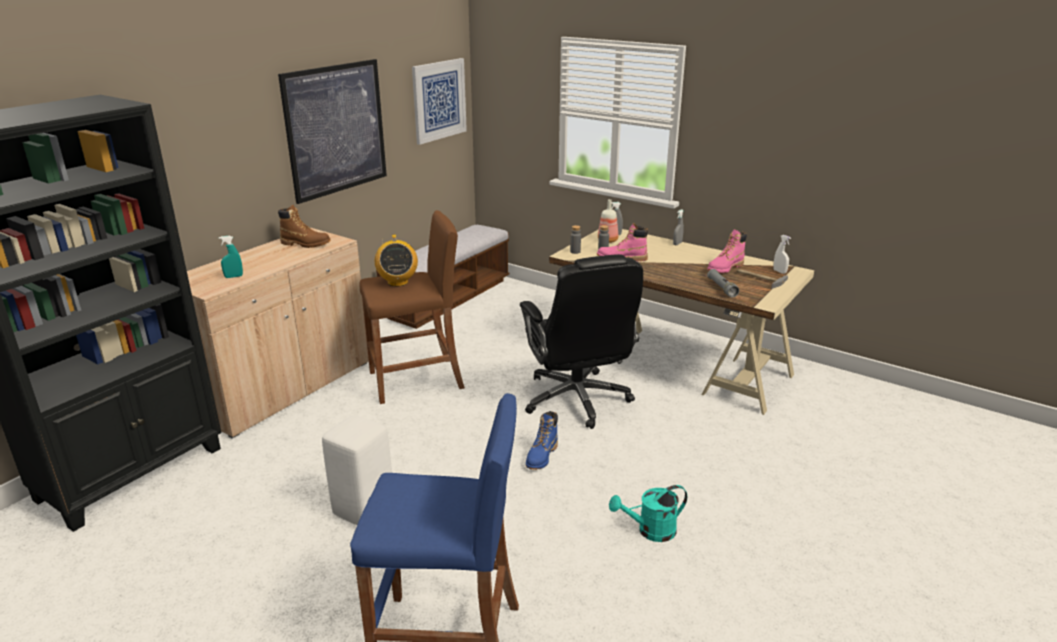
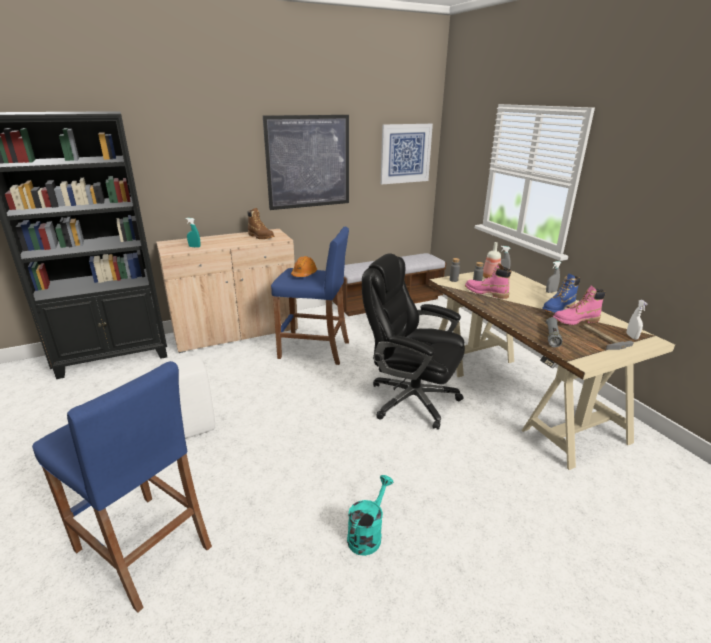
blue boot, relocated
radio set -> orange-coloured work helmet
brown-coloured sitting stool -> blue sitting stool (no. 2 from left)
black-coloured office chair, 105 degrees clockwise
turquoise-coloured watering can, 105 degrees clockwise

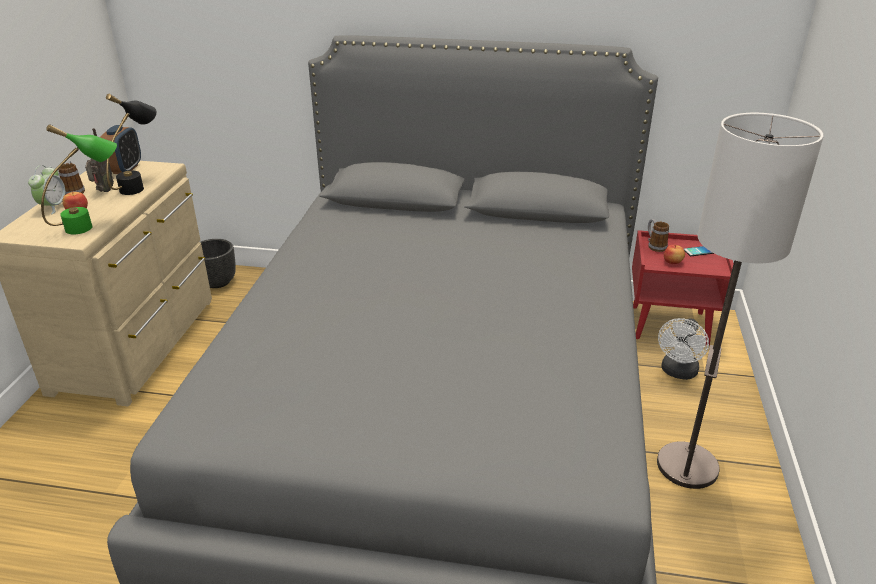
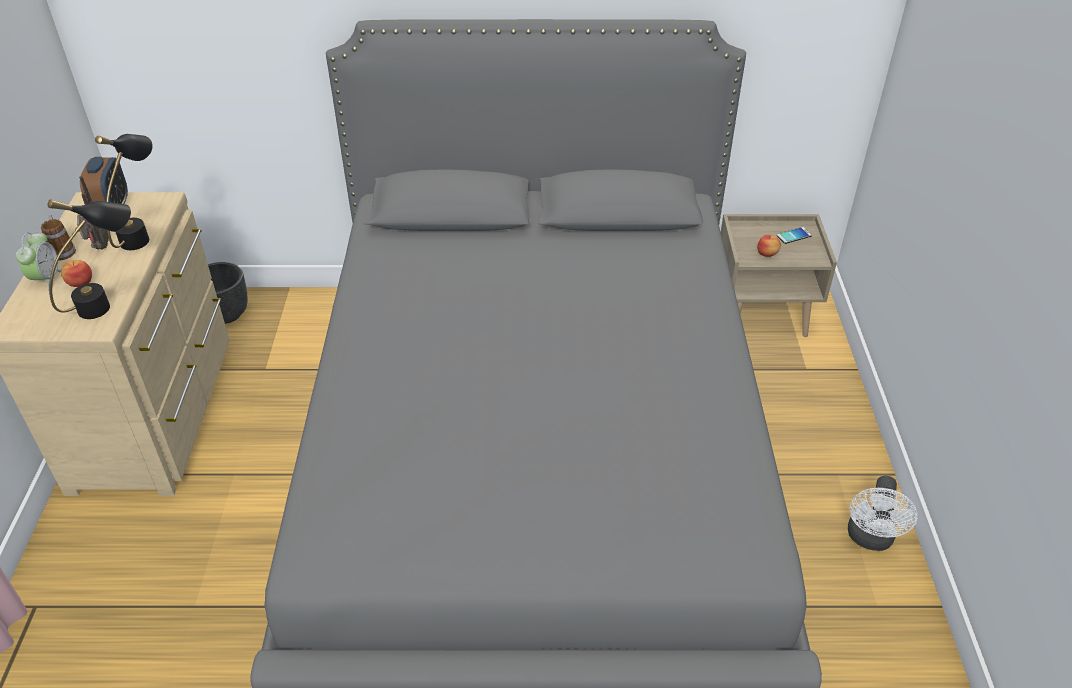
tea mug (no. 2 from left) -> none
standard lamp -> none
whitish cooling fan, relocated
greenish tabletop lamp -> black-coloured tabletop lamp (no. 1 from left)
red-coloured night table -> beige-coloured night table

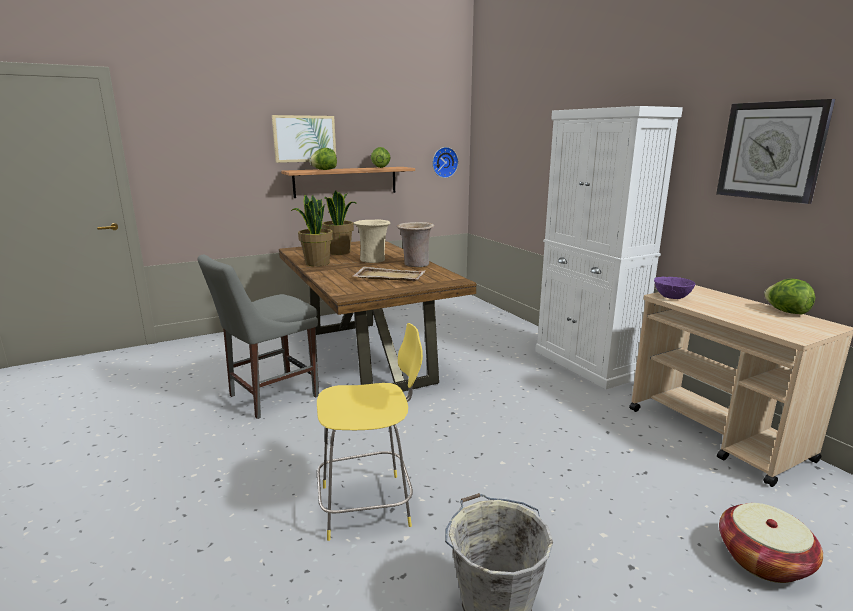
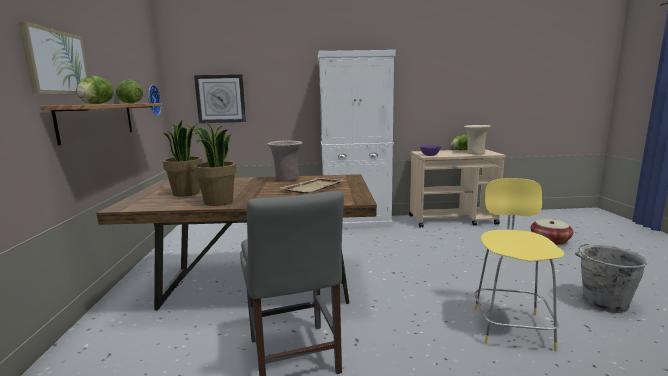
beige-coloured flower vase (no. 1 from left in the first image) -> beige-coloured flower vase (no. 2 from left), relocated
hanging clock (no. 2 from left), relocated

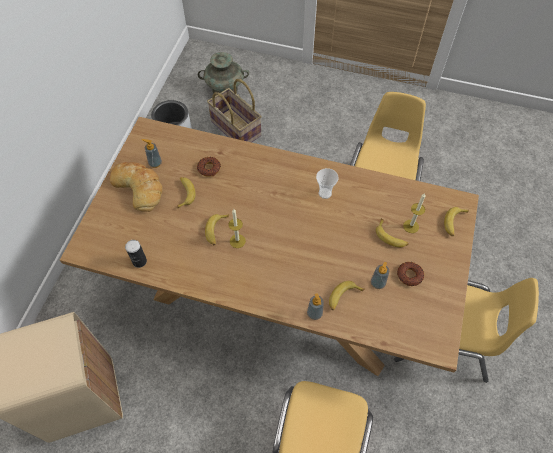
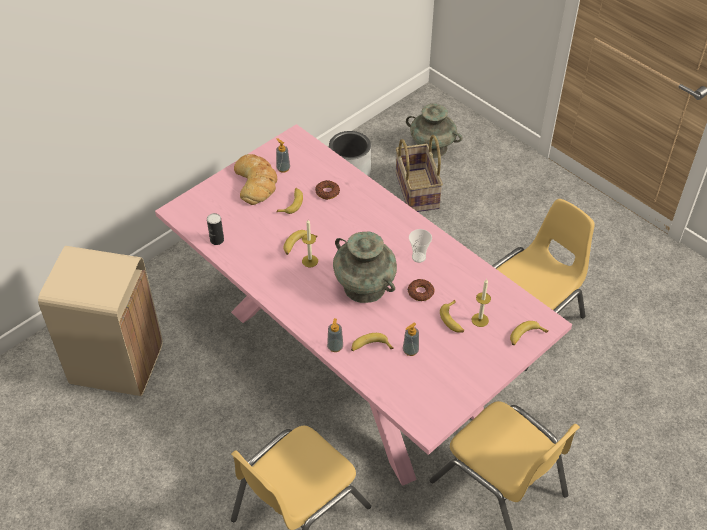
none -> turquoise-coloured flower vase (no. 1 from left)
donut (no. 2 from left), relocated
brown-coloured dinner table -> pink-coloured dinner table

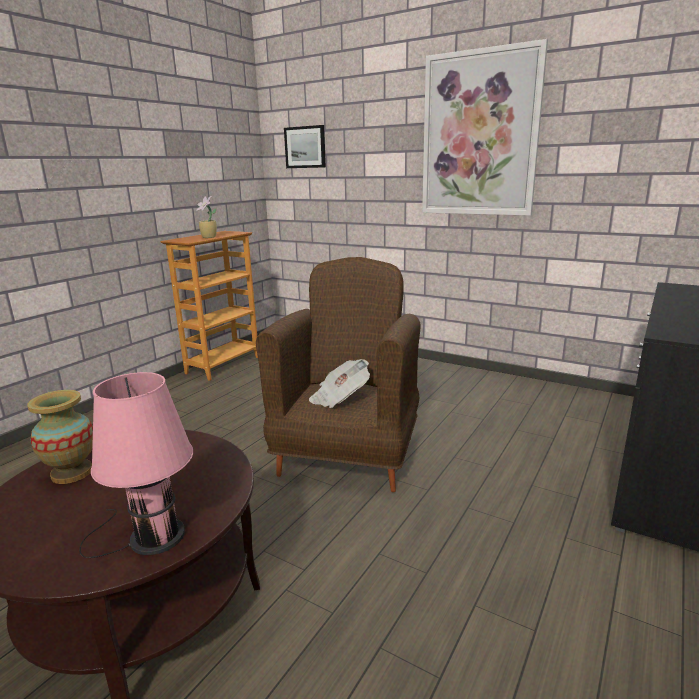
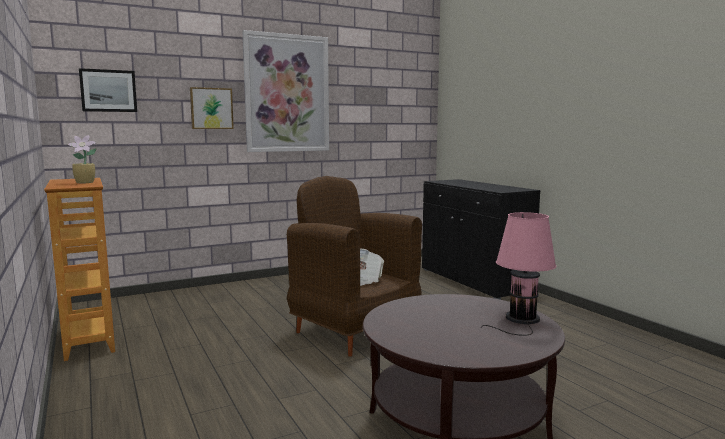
flower vase -> none
none -> picture (no. 2 from left)

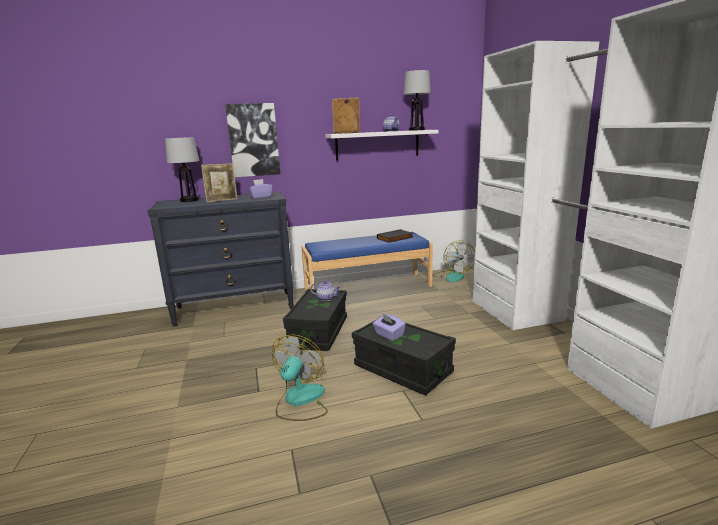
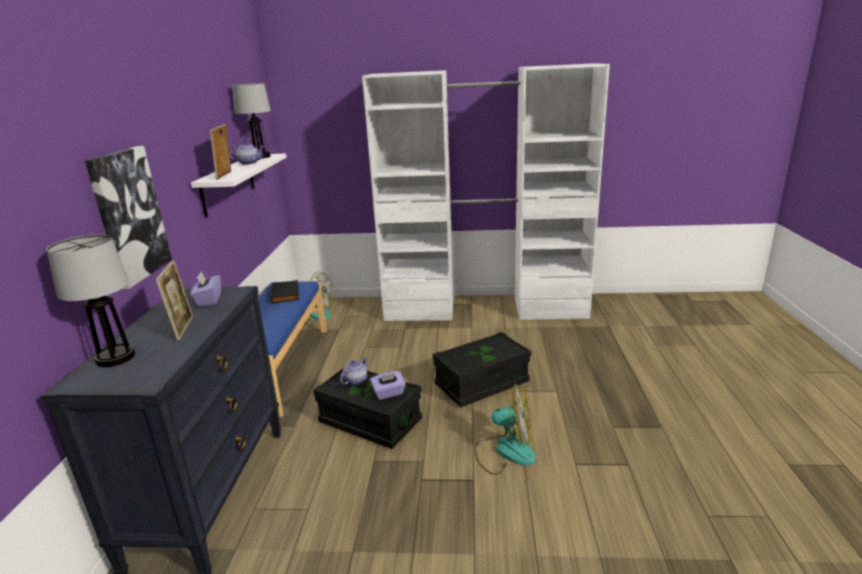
purple-coloured tissue holder (no. 2 from left), relocated
cooling fan (no. 1 from left in the first image) -> cooling fan (no. 2 from left), 150 degrees clockwise

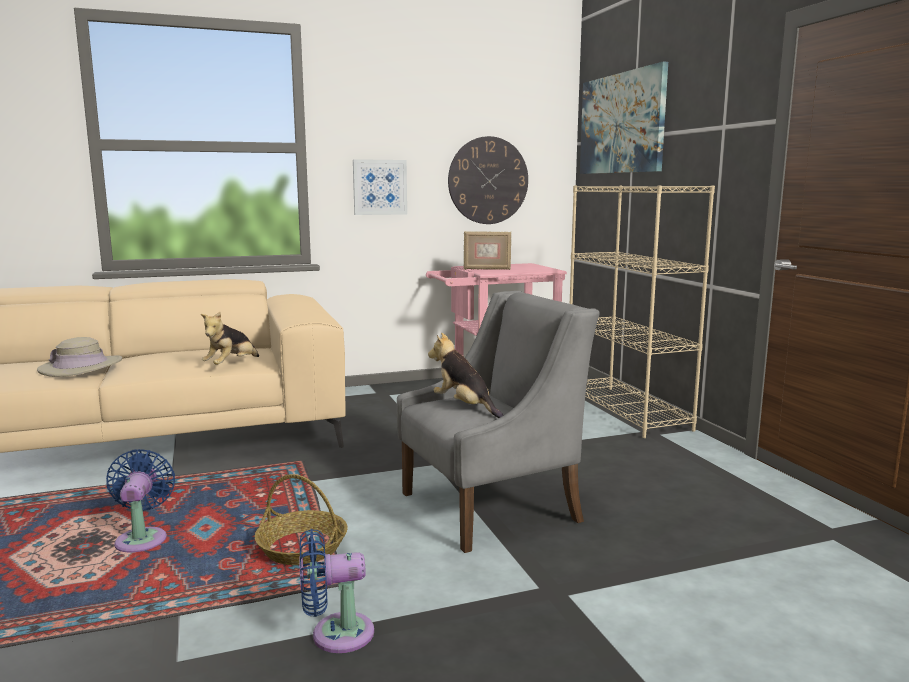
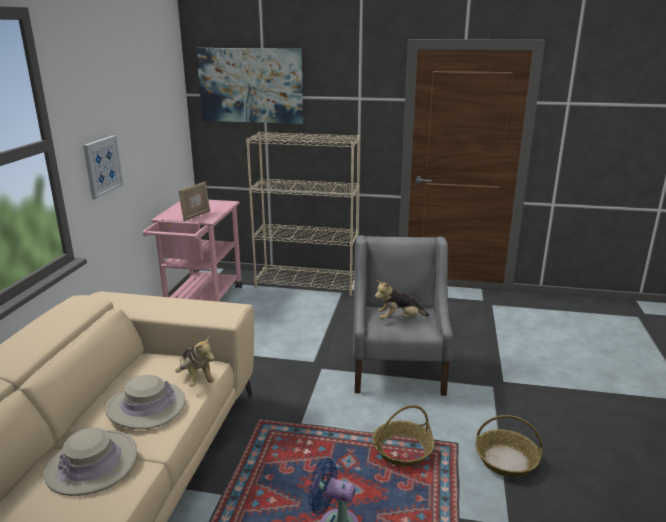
hanging clock -> none
none -> beige-coloured hat (no. 2 from left)
blue cooling fan (no. 2 from left) -> storage basket (no. 2 from left)

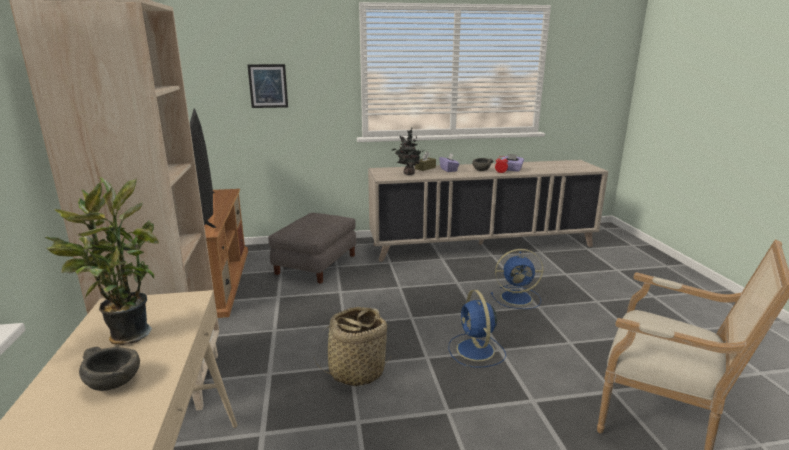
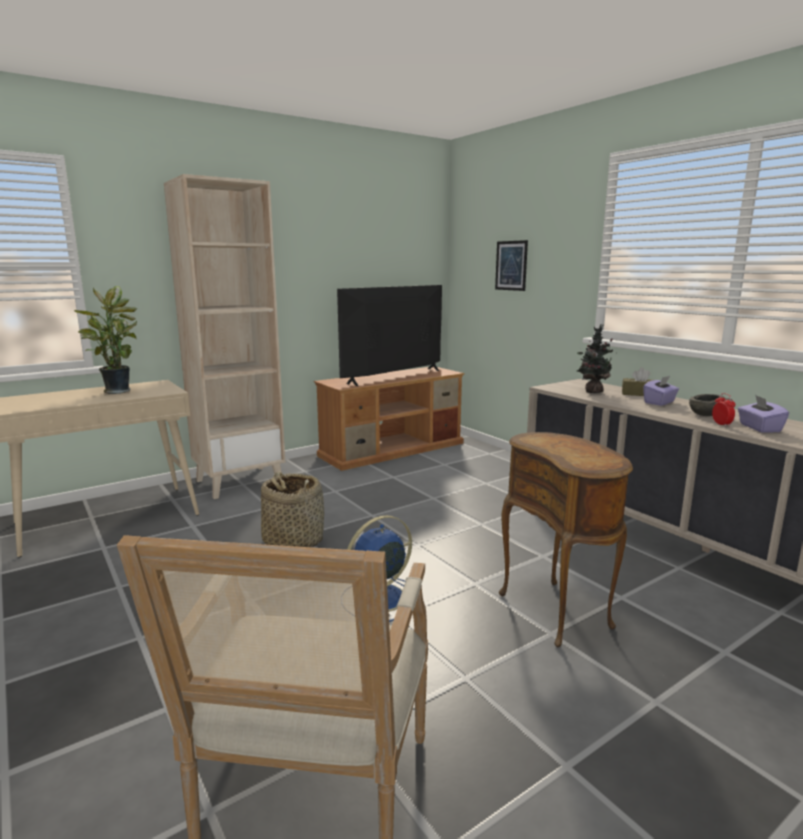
grey deep dish (no. 1 from left) -> none
grey pouffe -> none
blue cooling fan (no. 2 from left) -> brown-coloured accent table

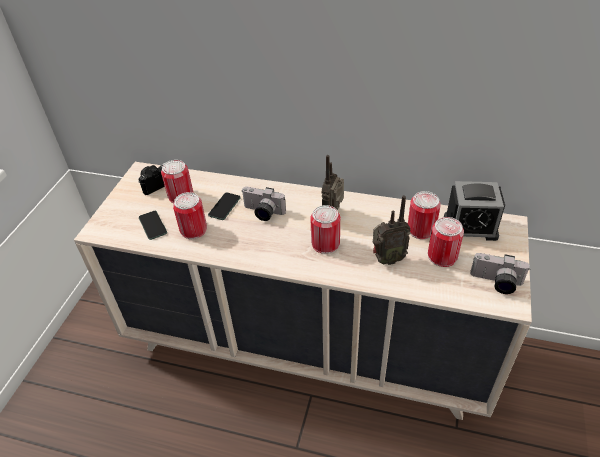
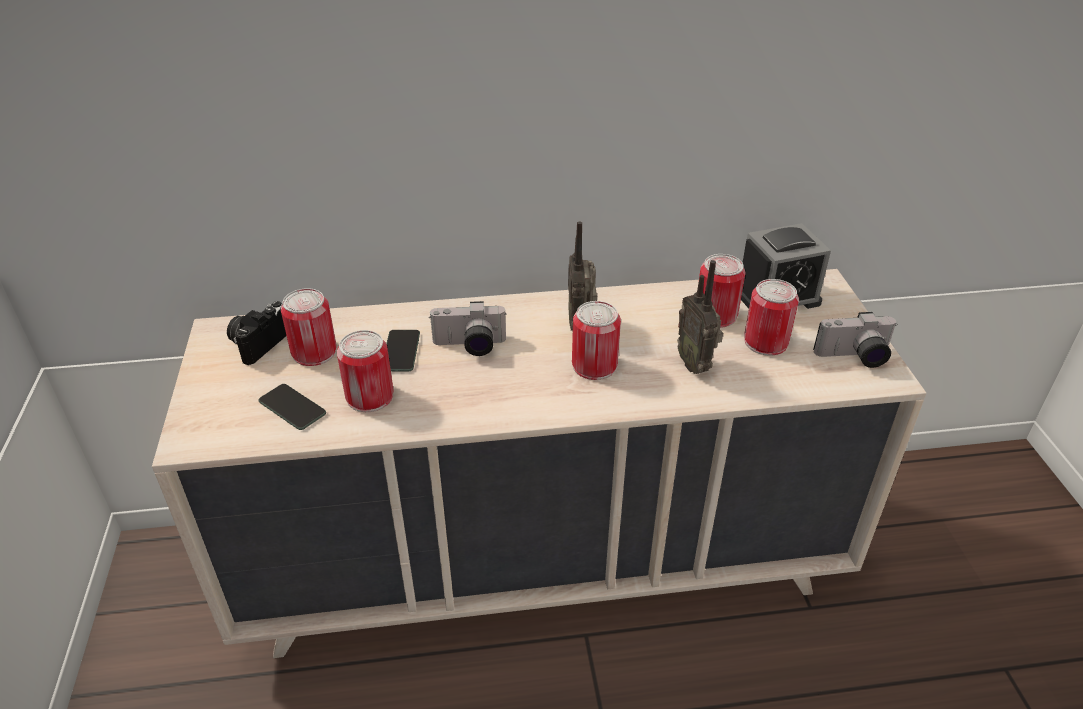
radio set (no. 2 from left), 105 degrees clockwise

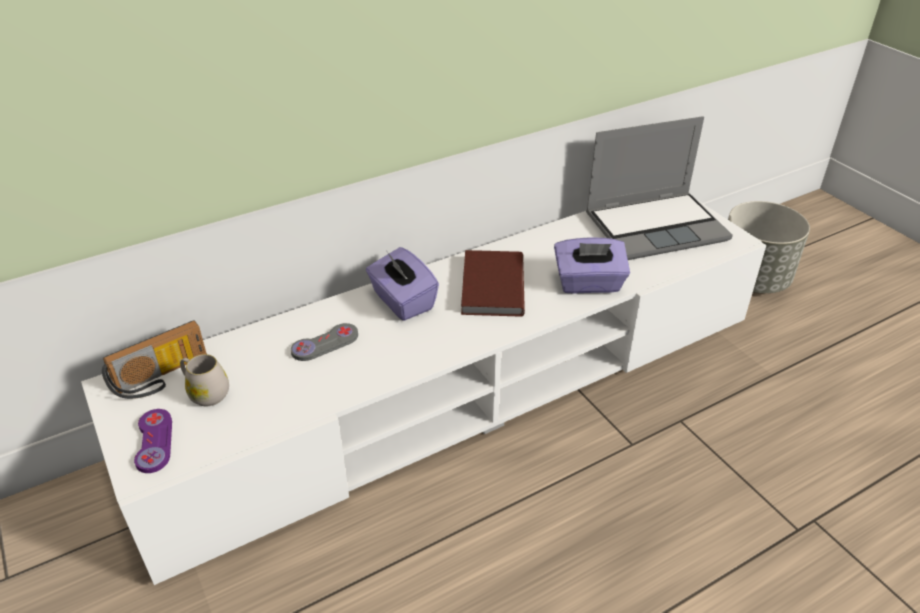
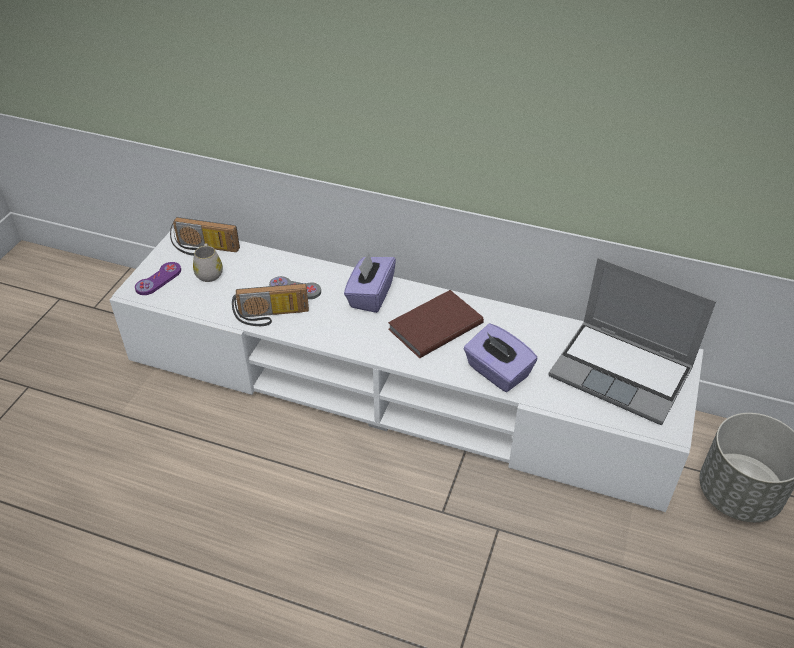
none -> radio set (no. 2 from left)

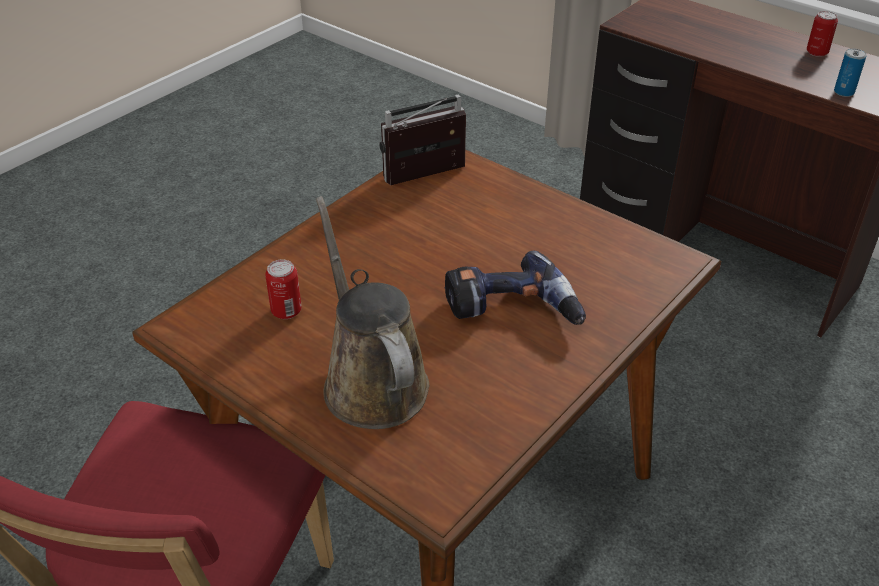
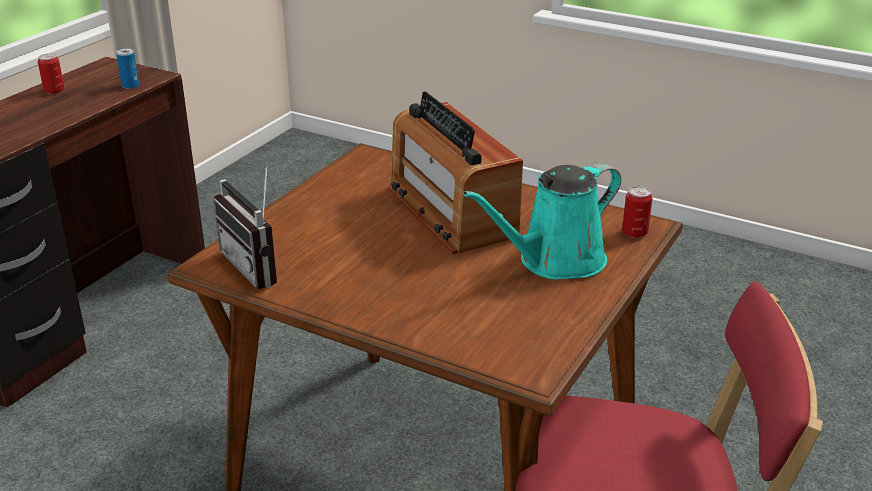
can (no. 1 from left in the first image) -> can (no. 3 from left), relocated
drill -> radio set (no. 2 from left)
brown-coloured watering can -> turquoise-coloured watering can

